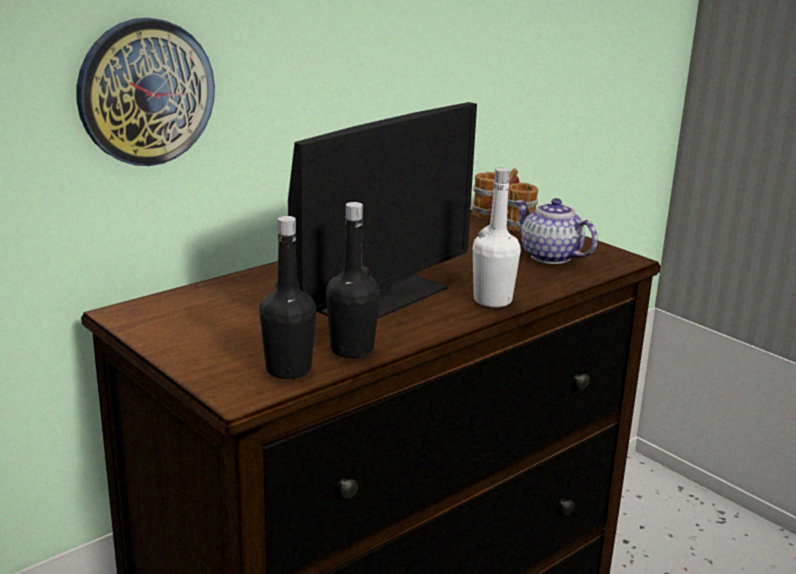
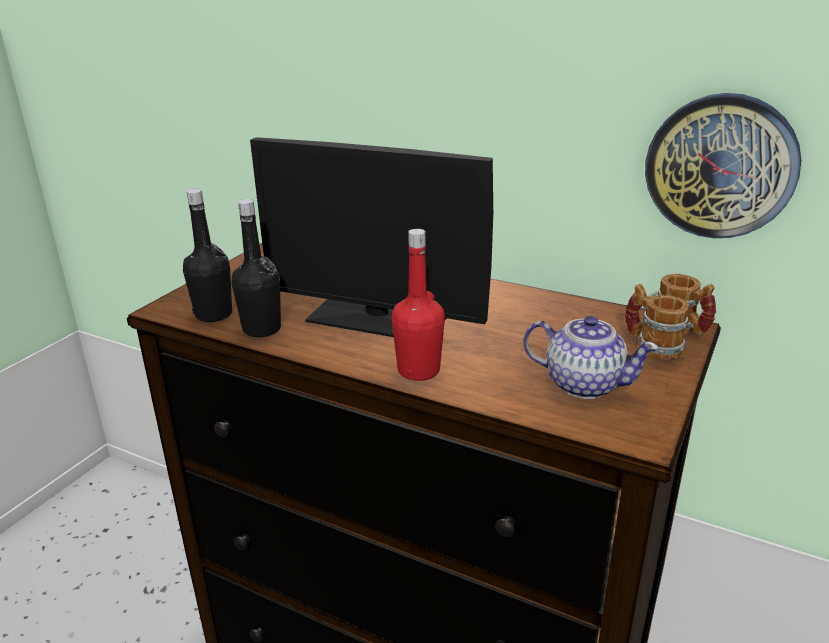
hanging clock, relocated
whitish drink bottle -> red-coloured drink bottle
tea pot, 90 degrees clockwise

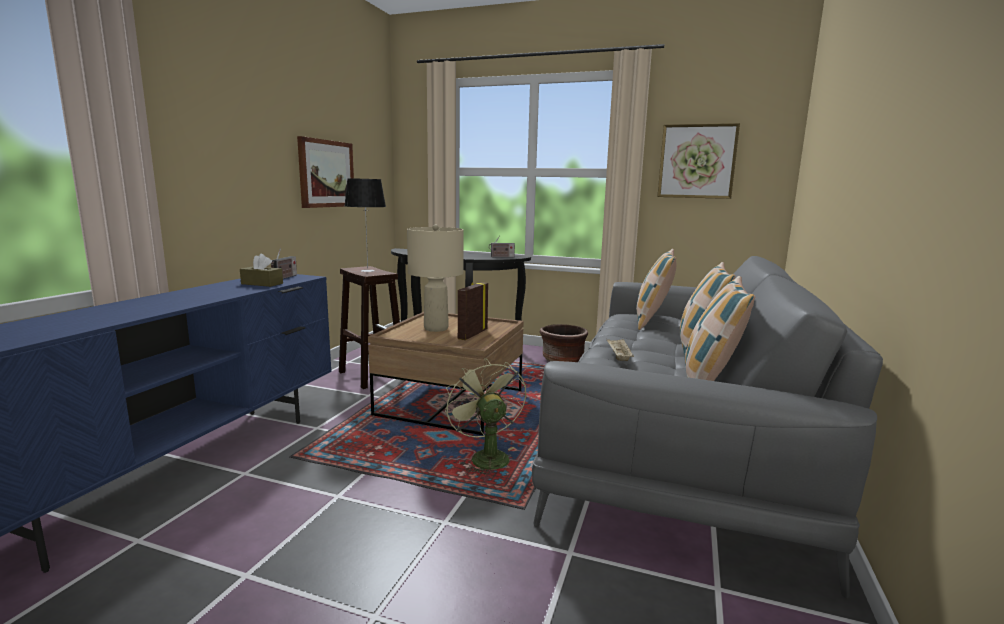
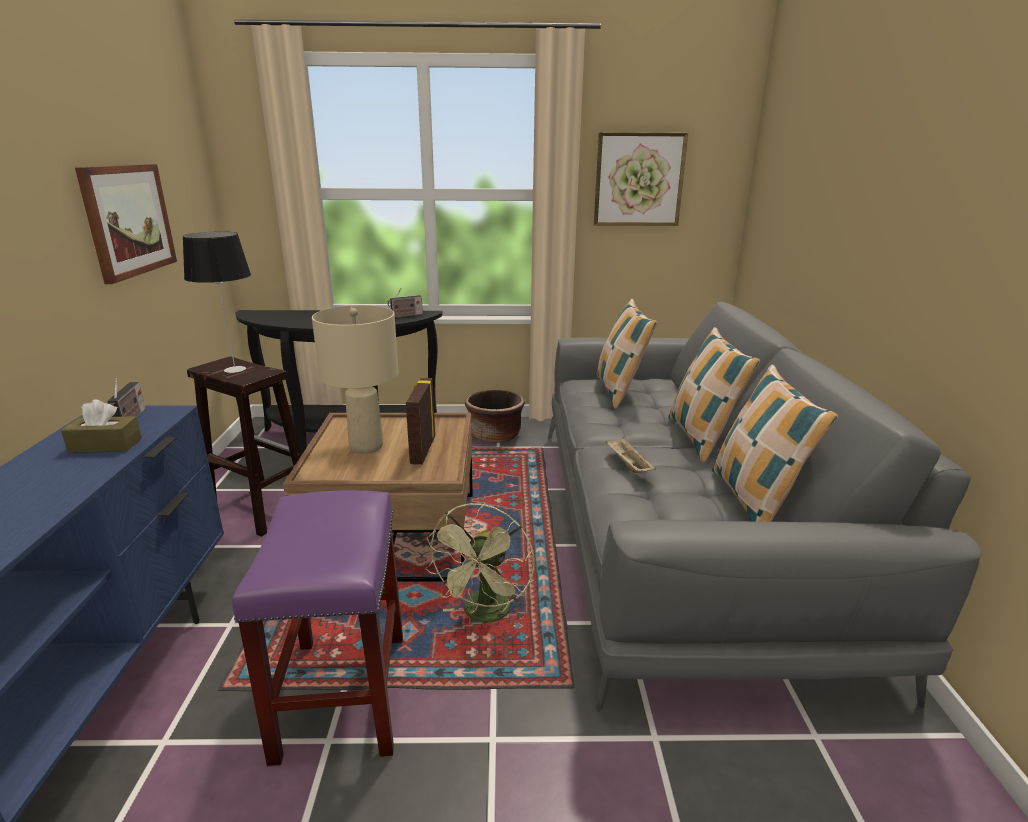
none -> purple-coloured sitting stool
greenish cooling fan, 120 degrees counterclockwise

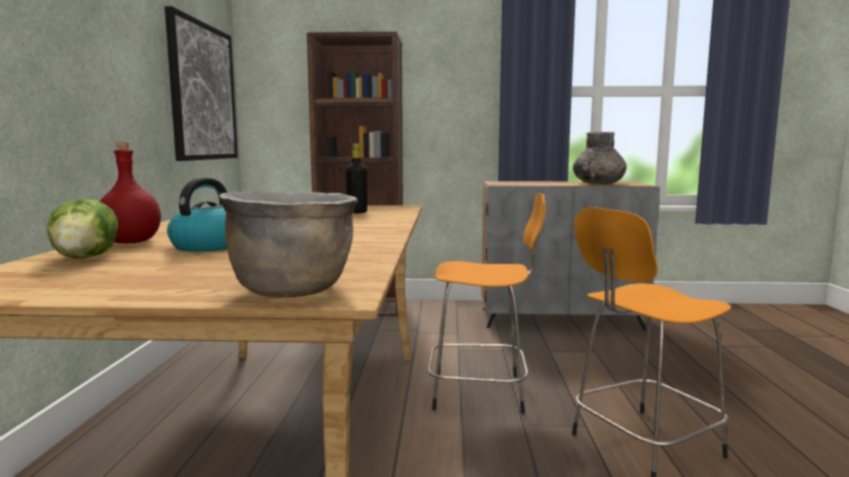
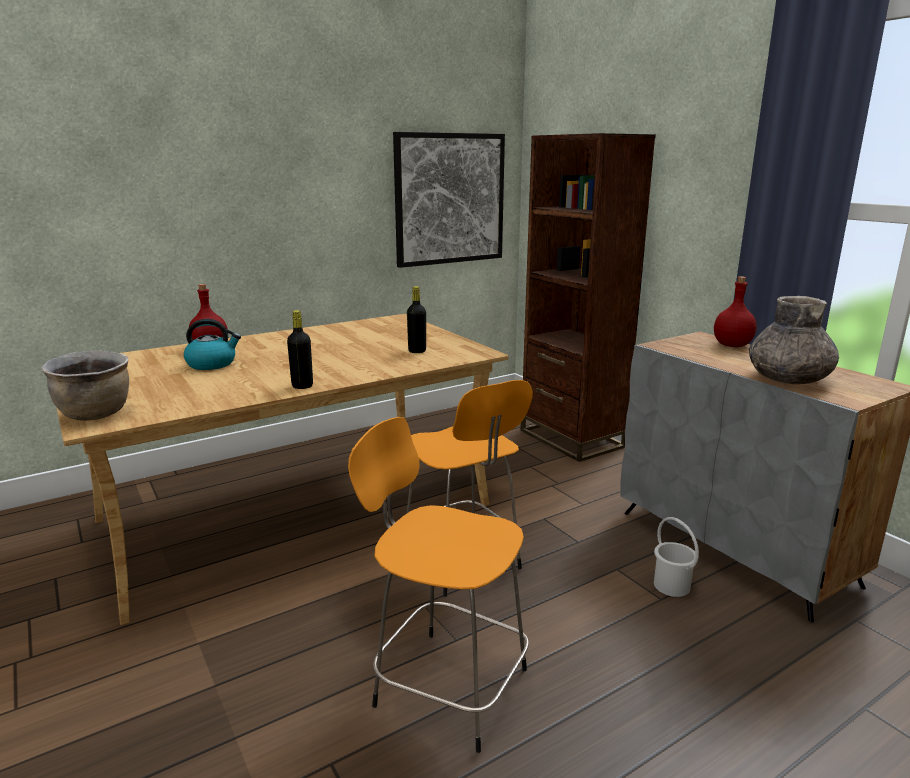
lettuce head -> none
none -> black-coloured drink bottle (no. 1 from left)
none -> whitish water bucket
none -> red-coloured drink bottle (no. 2 from left)

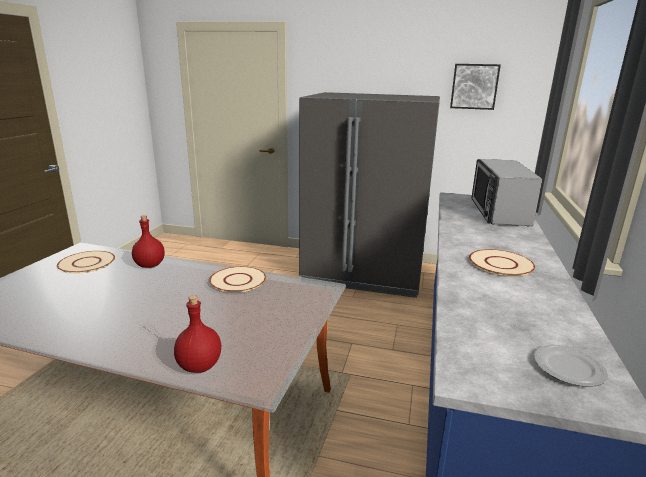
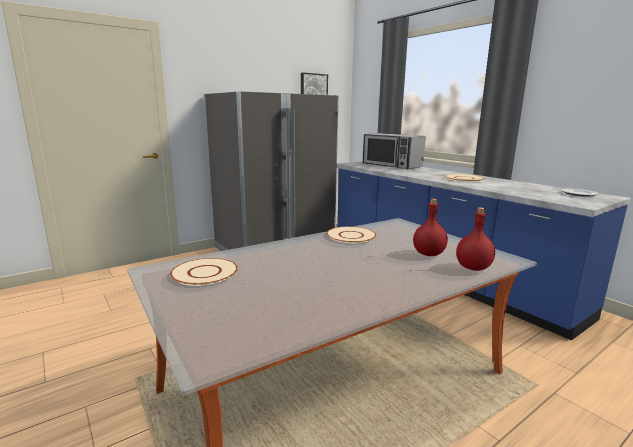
red-coloured drink bottle (no. 1 from left), relocated

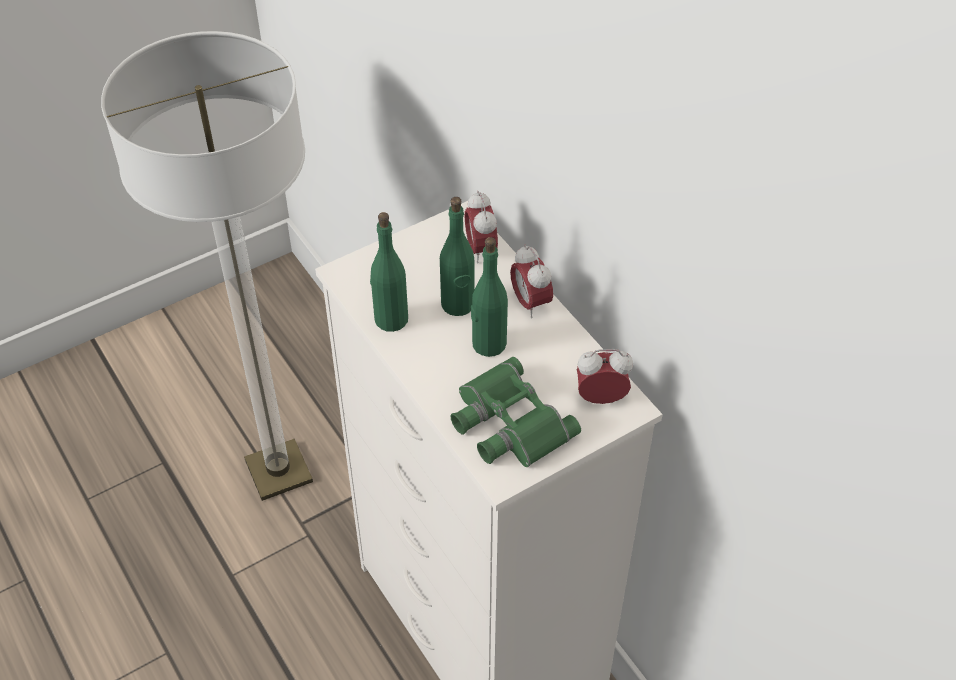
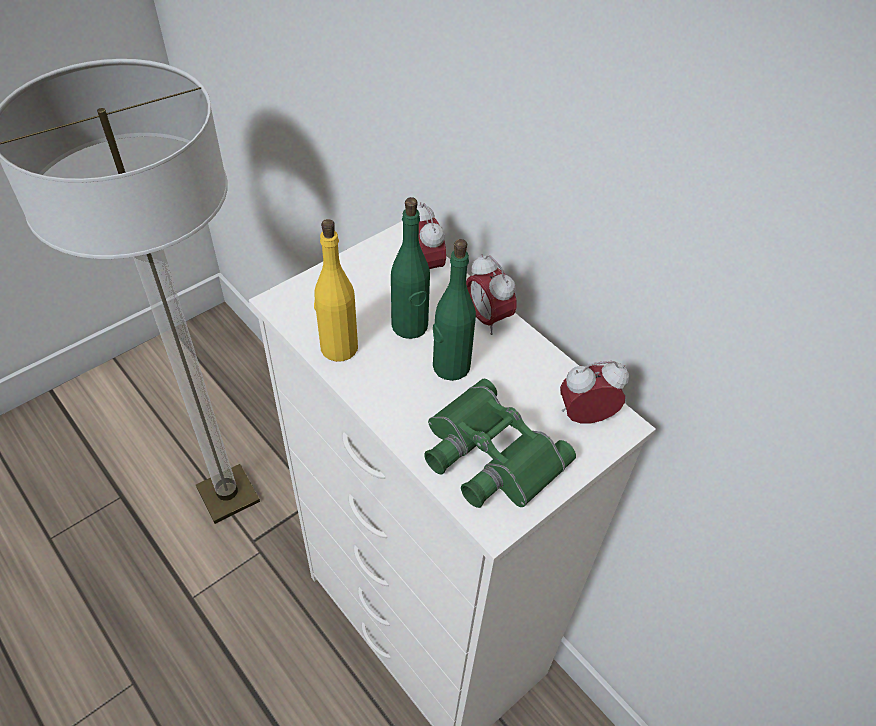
greenish drink bottle (no. 1 from left) -> yellow-coloured drink bottle

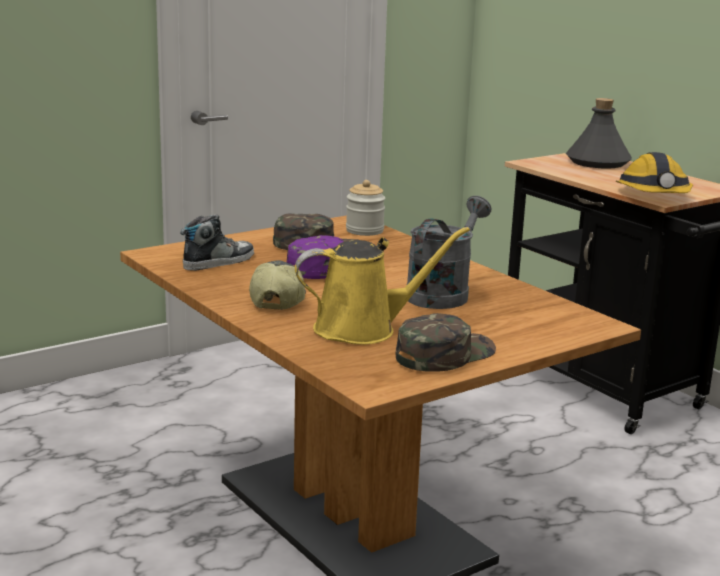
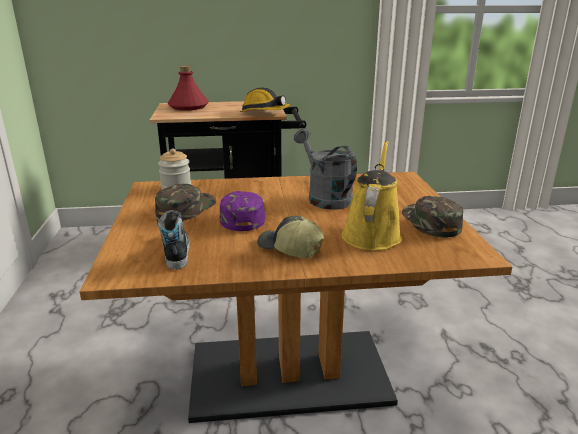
grey drink bottle -> red-coloured drink bottle

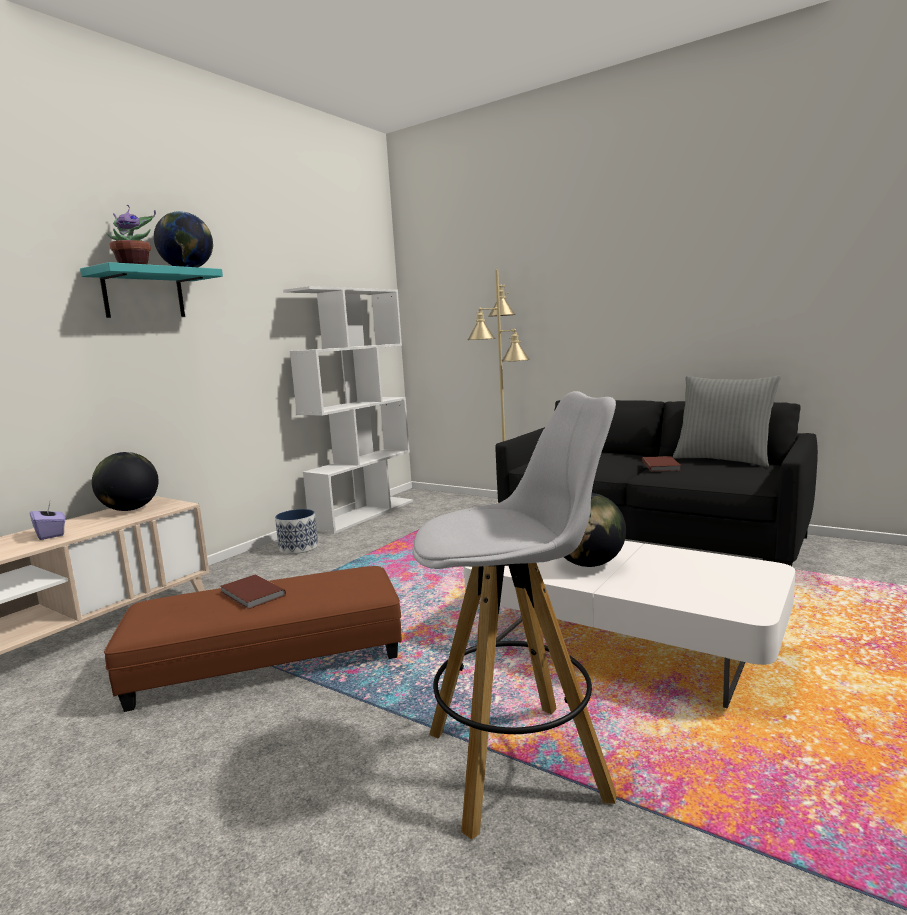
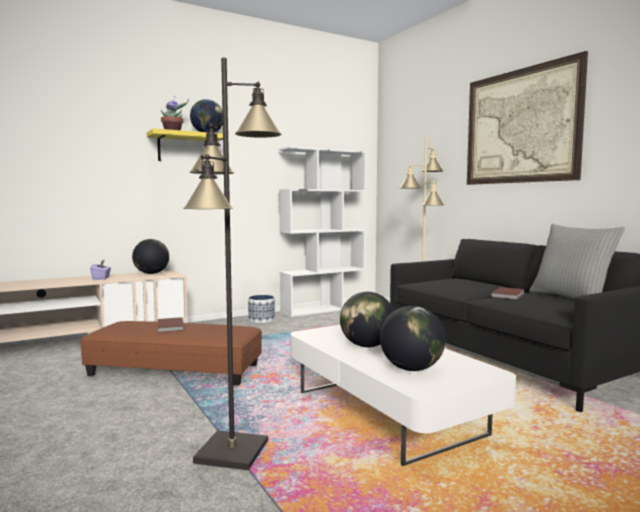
none -> globe (no. 4 from left)
none -> picture
whitish sitting stool -> black-coloured standard lamp
turquoise-coloured shelf -> yellow-coloured shelf

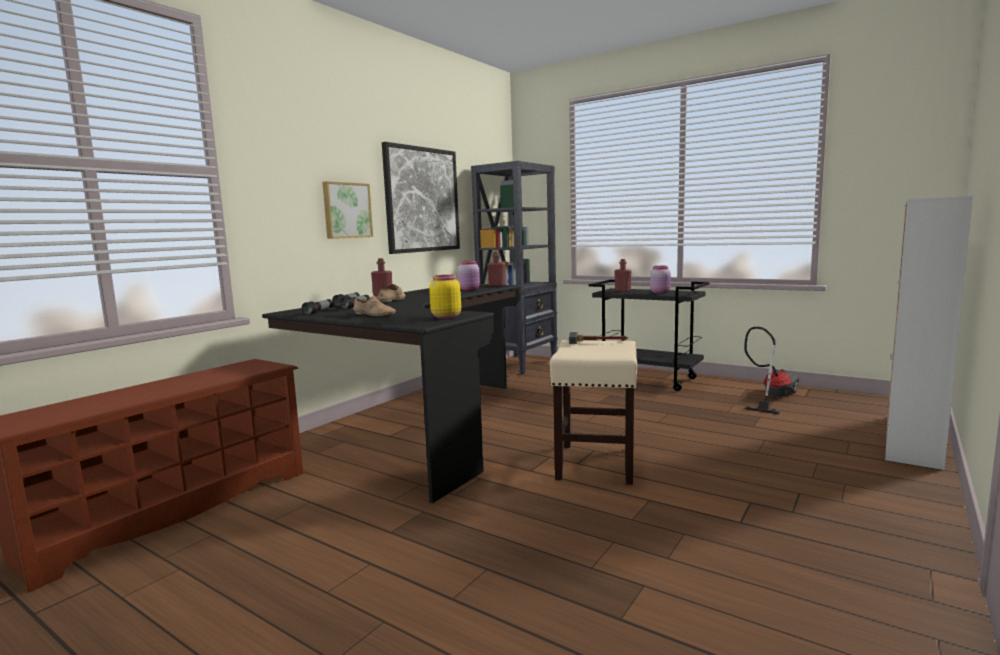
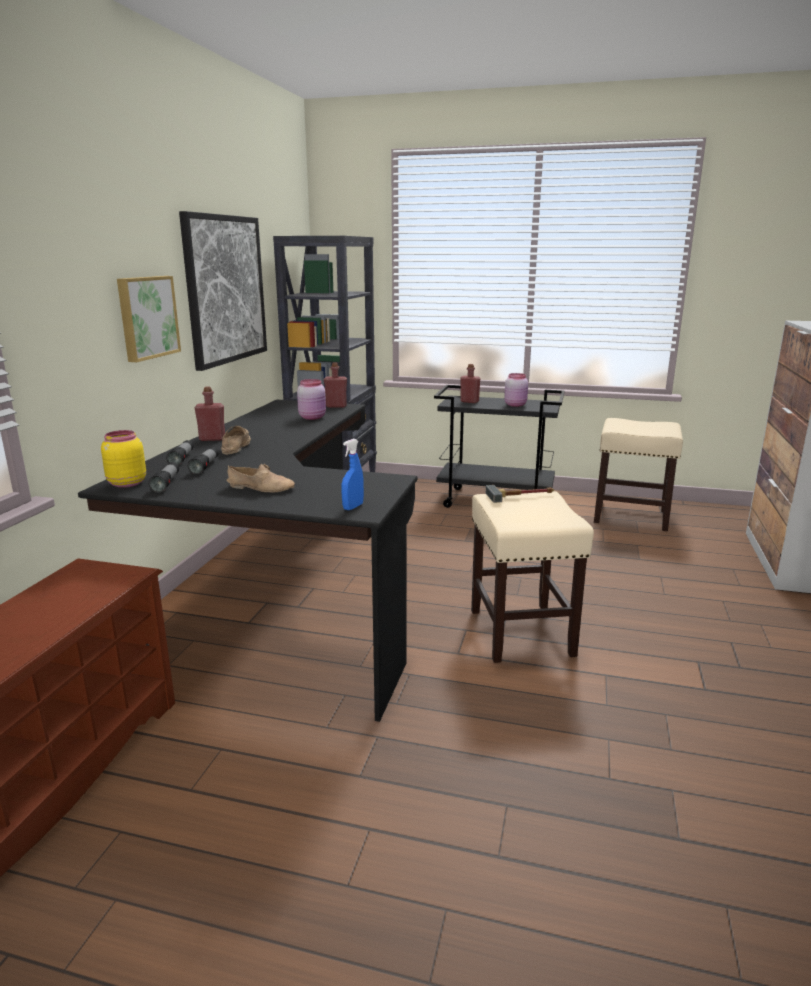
none -> blue sprayer
yellow-coloured jar, relocated
hoover -> beige-coloured sitting stool (no. 2 from left)

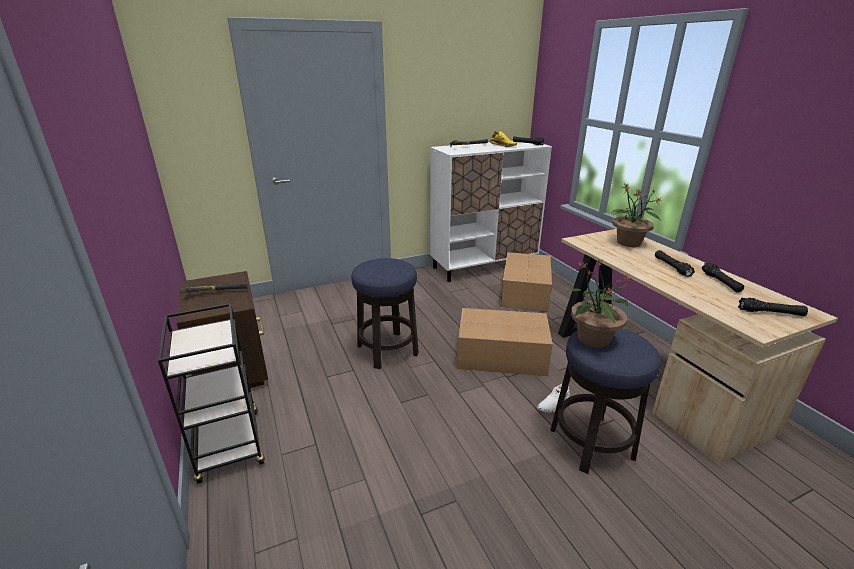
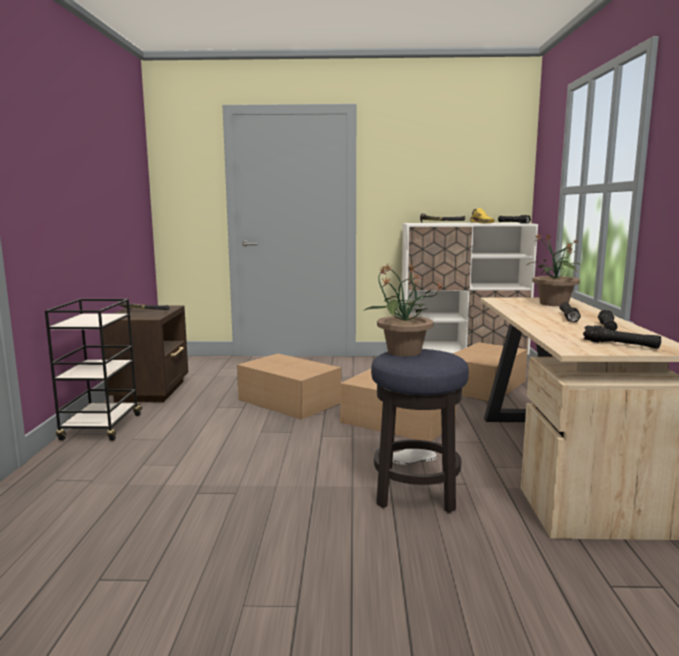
sitting stool (no. 1 from left) -> carton (no. 1 from left)

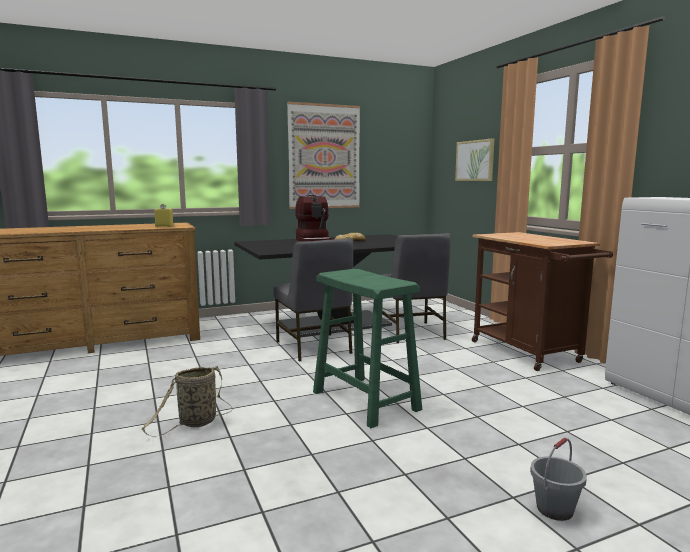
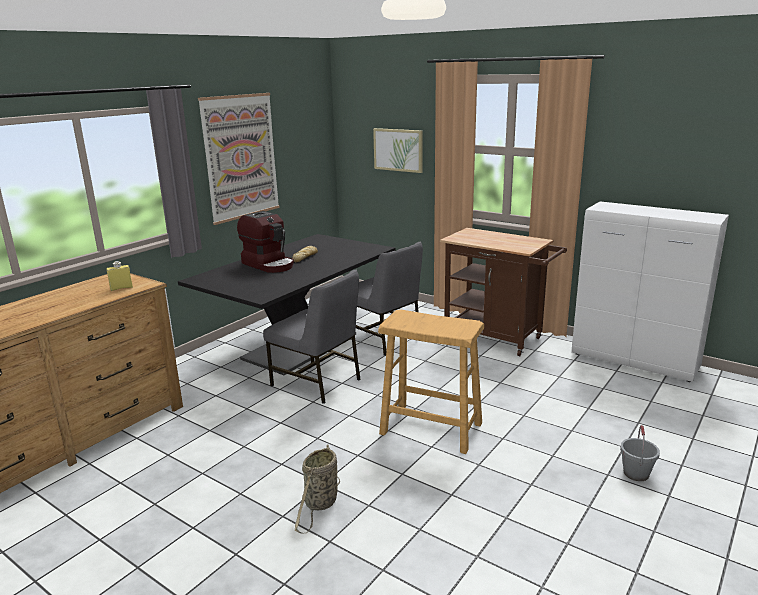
greenish sitting stool -> beige-coloured sitting stool

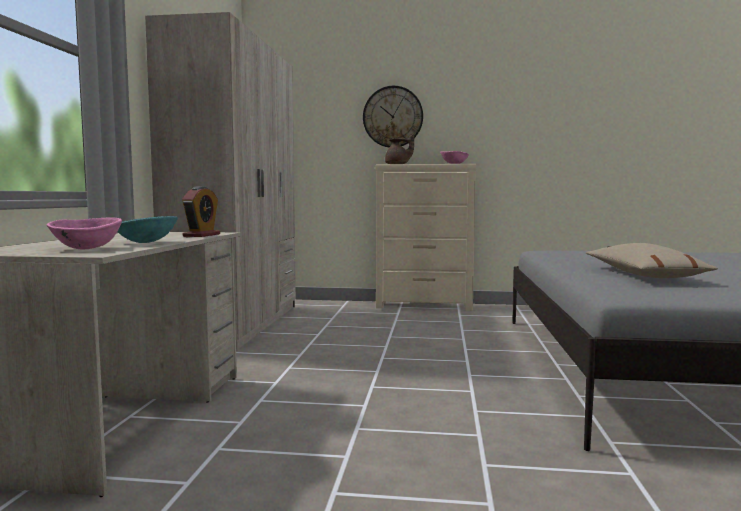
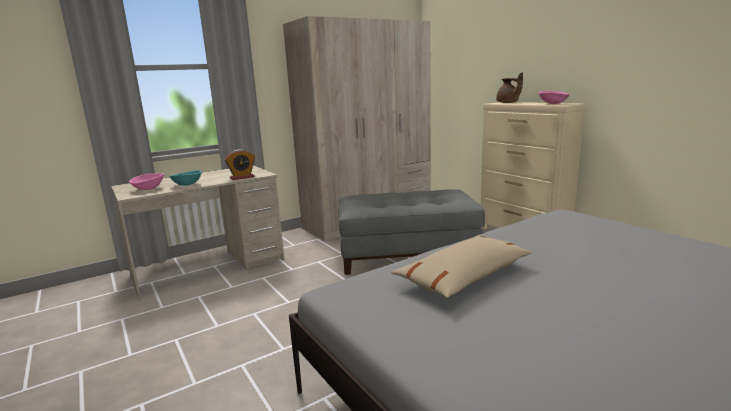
hanging clock -> none
none -> grey pouffe

